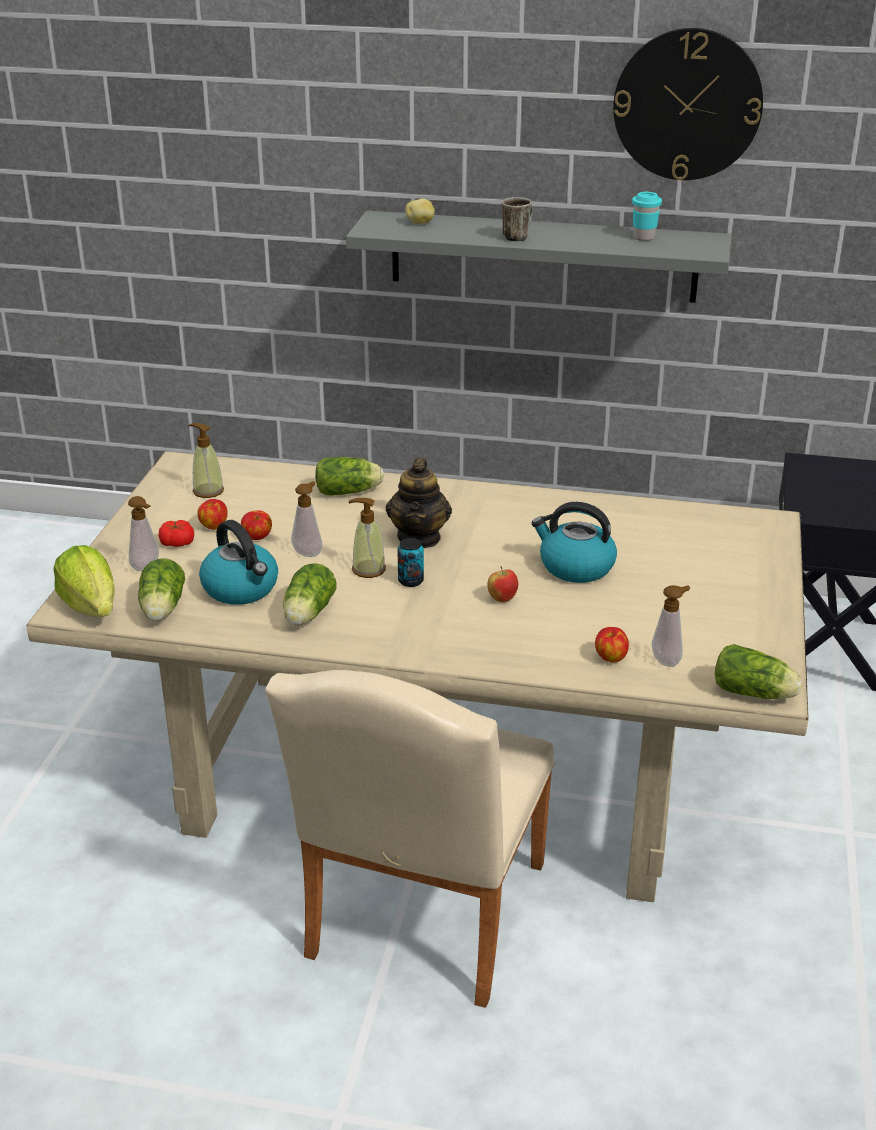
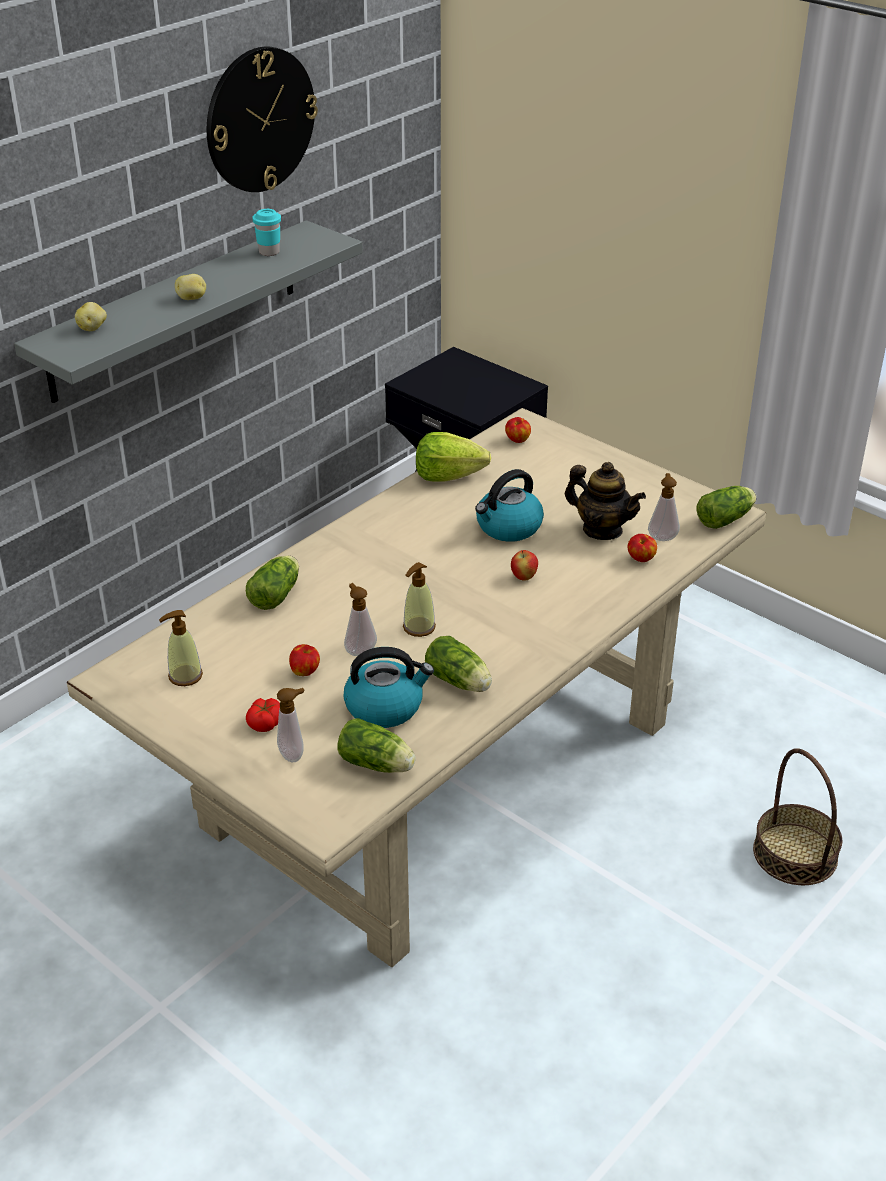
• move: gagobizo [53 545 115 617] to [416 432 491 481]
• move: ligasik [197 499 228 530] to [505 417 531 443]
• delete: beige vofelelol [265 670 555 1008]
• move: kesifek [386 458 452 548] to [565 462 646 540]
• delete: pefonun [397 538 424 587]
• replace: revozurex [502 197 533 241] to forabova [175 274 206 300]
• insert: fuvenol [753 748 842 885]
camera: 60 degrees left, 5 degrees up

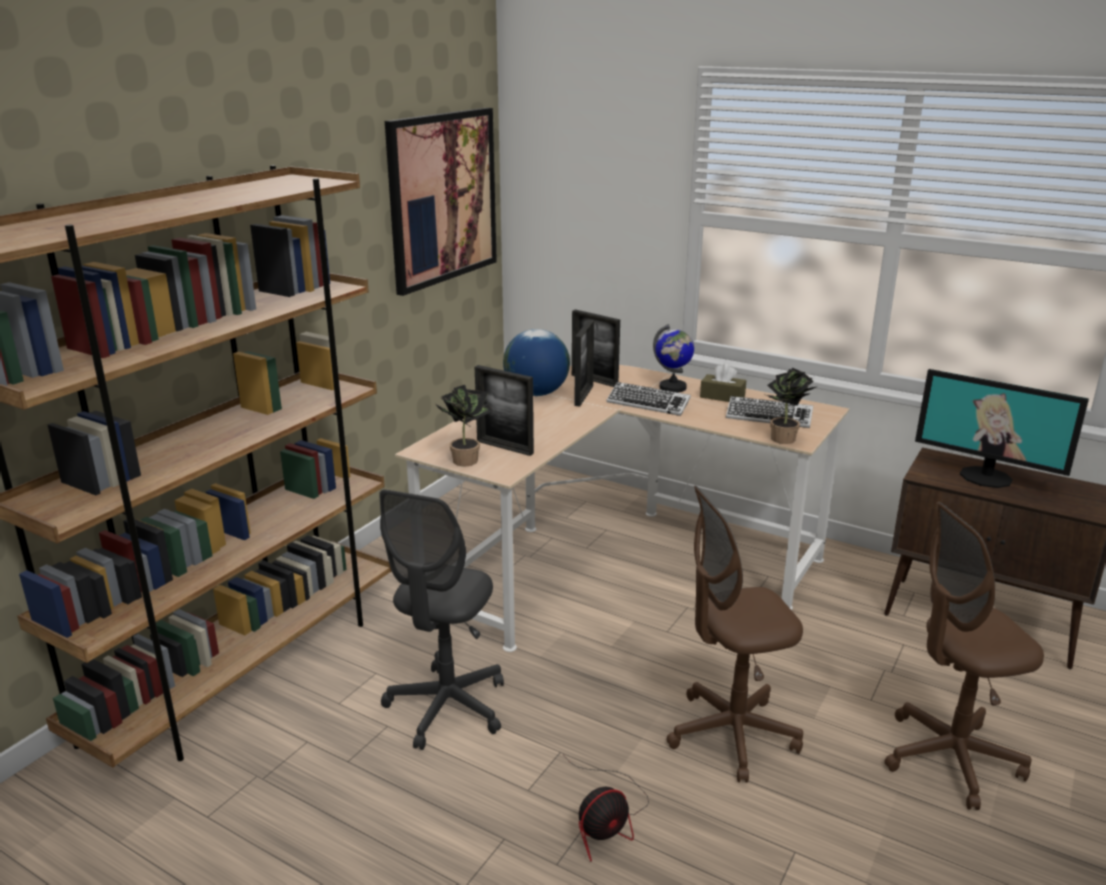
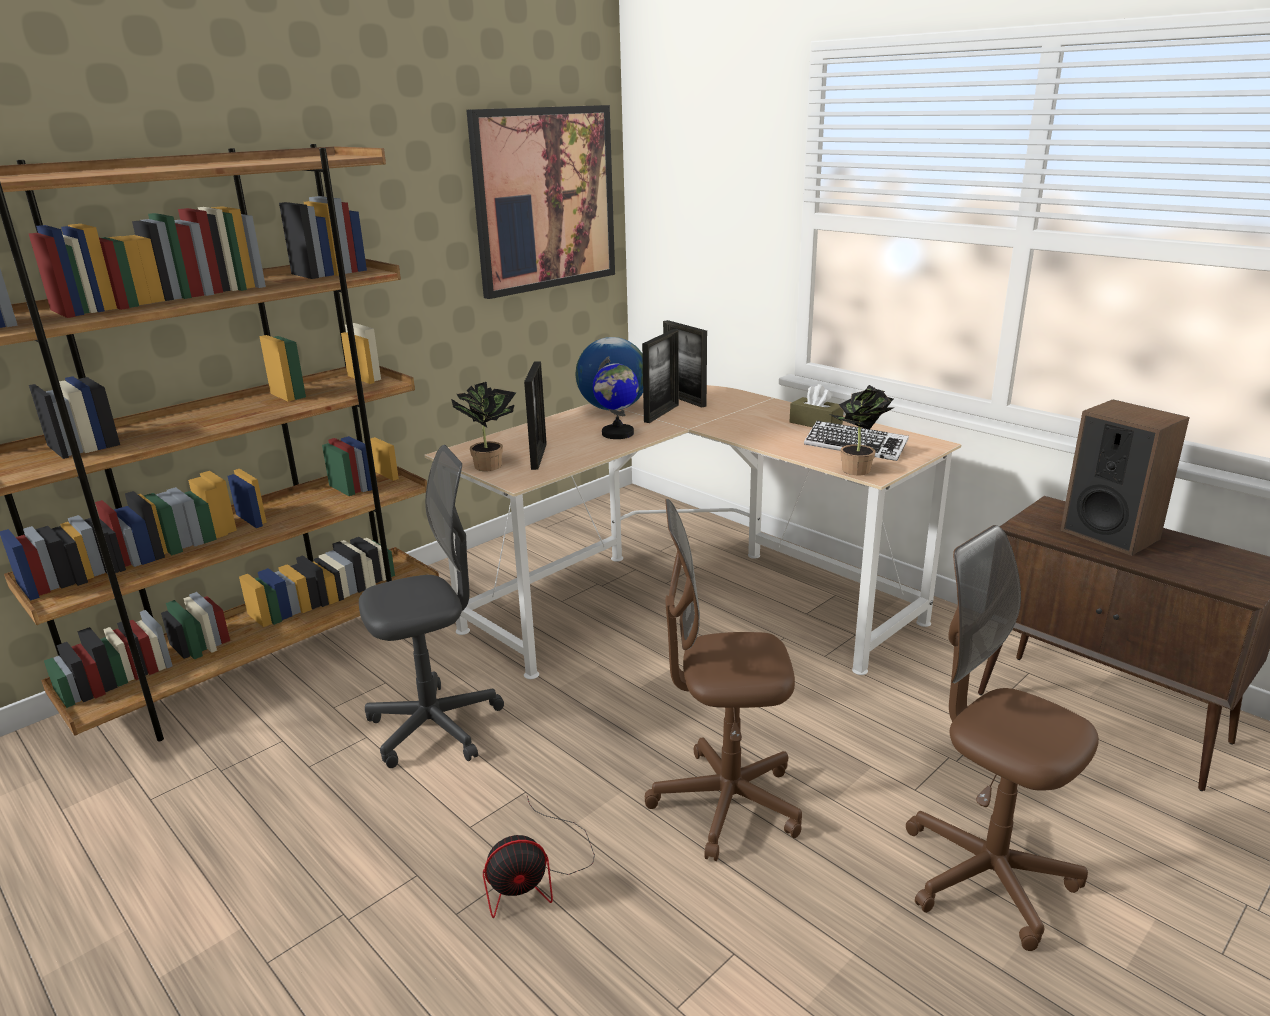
• rotate: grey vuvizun [379 489 504 750] = [359 445 504 768] 150 degrees counterclockwise
• rotate: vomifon [475 365 534 456] = [524 362 547 470] 135 degrees counterclockwise
• delete: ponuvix [607 382 691 416]
• move: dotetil [653 324 694 393] to [593 356 639 439]
• rotate: brown vuvizun [885 502 1044 810] = [906 525 1099 951] 45 degrees clockwise
• replace: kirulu [915 369 1089 488] to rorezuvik [1060 400 1190 556]
camera: 15 degrees right, 0 degrees up

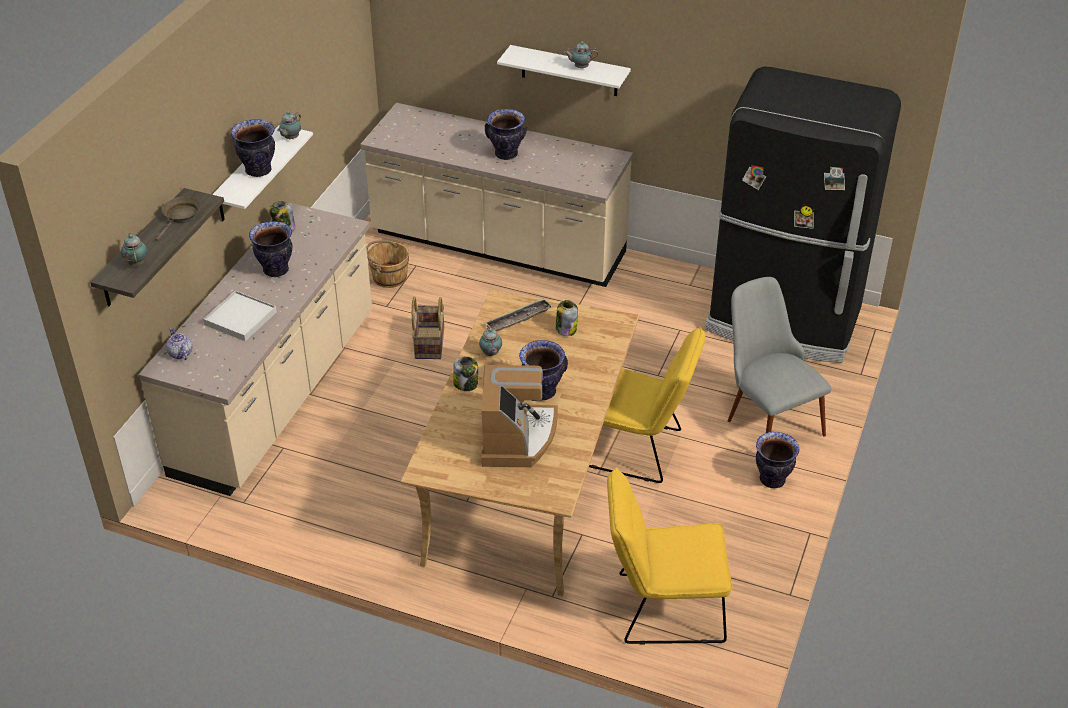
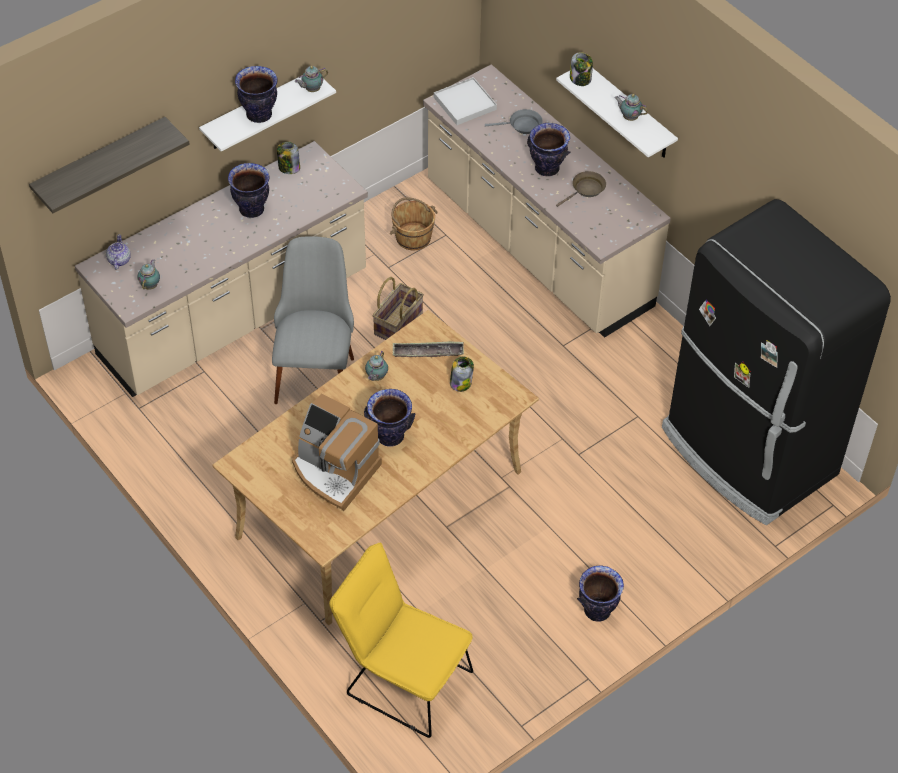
• move: kesifek [121 233 147 266] to [137 259 160 290]
• move: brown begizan [156 197 201 241] to [556 171 606 207]
• move: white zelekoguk [203 291 277 341] to [434 77 497 125]
• move: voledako [453 356 478 391] to [570 52 593 86]
• rotate: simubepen [481 365 558 467] = [292 393 382 511] 90 degrees clockwise
• delete: yellow vofelelol [589 326 706 483]
• move: grey vofelelol [728 277 831 437] to [272 236 354 404]
• insert: grey begizan [485 109 543 134]
camera: 30 degrees right, 10 degrees up

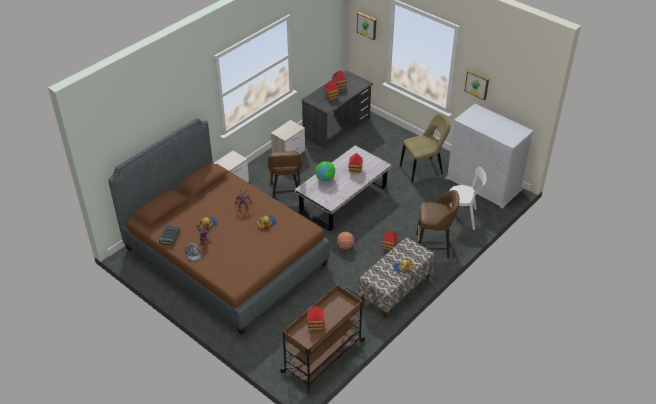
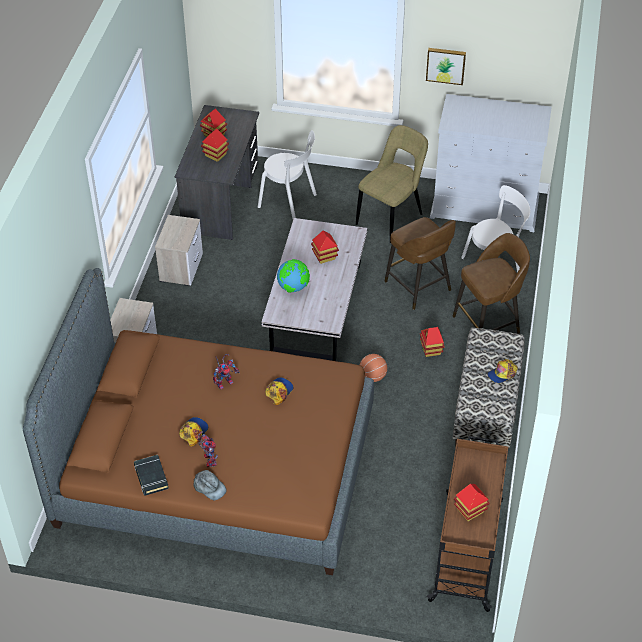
• move: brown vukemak [268 151 302 198] to [384 217 456 310]
• delete: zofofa [357 12 376 40]
• insert: white vofelelol [258 130 317 219]
camera: 30 degrees left, 5 degrees up

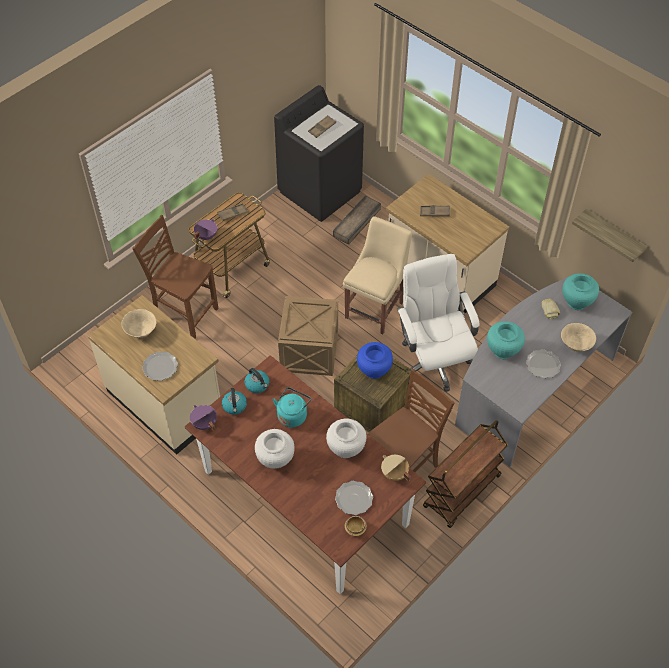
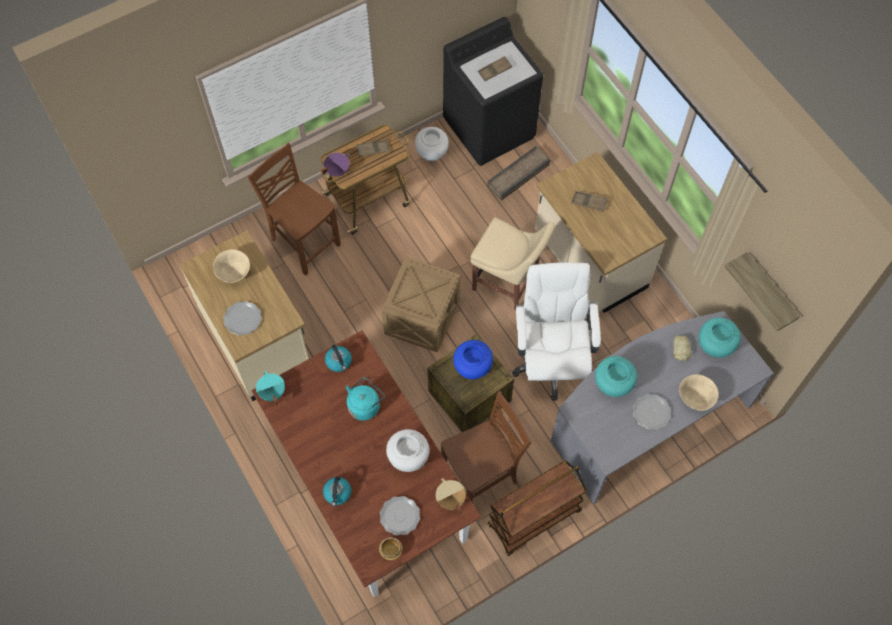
• recolor: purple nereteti [190 405 217 430] to turquoise nereteti [256 371 285 405]
• move: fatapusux [222 388 247 415] to [323 476 351 506]
• move: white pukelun [255 429 294 469] to [415 127 449 162]
• rotate: beige vofelelol [343 216 412 334] = [470 217 555 311] 75 degrees clockwise
camera: 15 degrees right, 10 degrees up

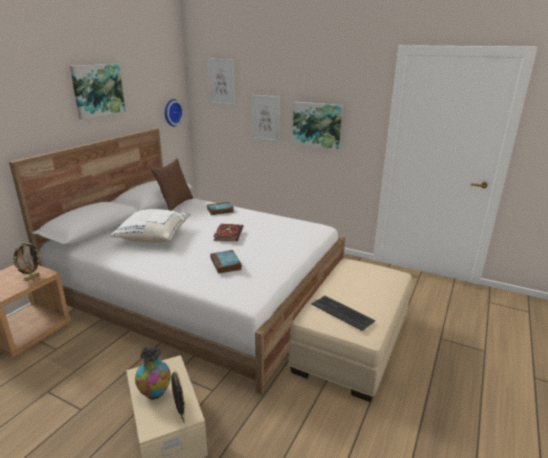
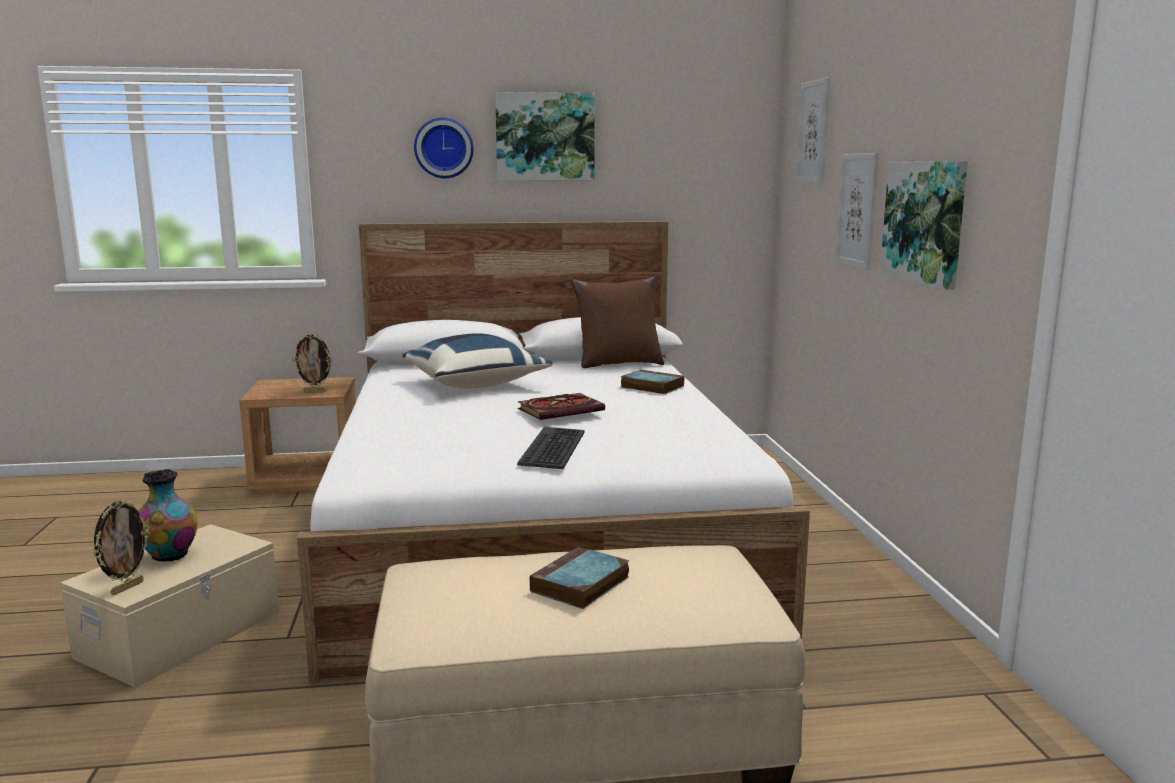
• recolor: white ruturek [110 209 190 242] to blue ruturek [402 334 553 388]
• move: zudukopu [164 99 184 127] to [414 118 474 178]
• move: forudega [210 250 242 274] to [530 547 629 609]
• move: ponuvix [311 296 375 331] to [517 427 585 469]
camera: 55 degrees right, 10 degrees down

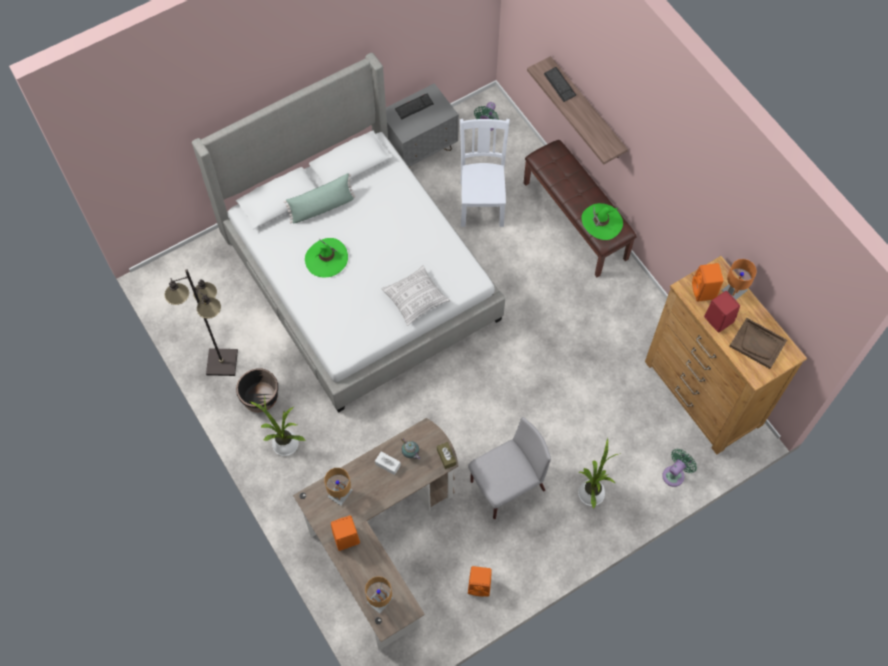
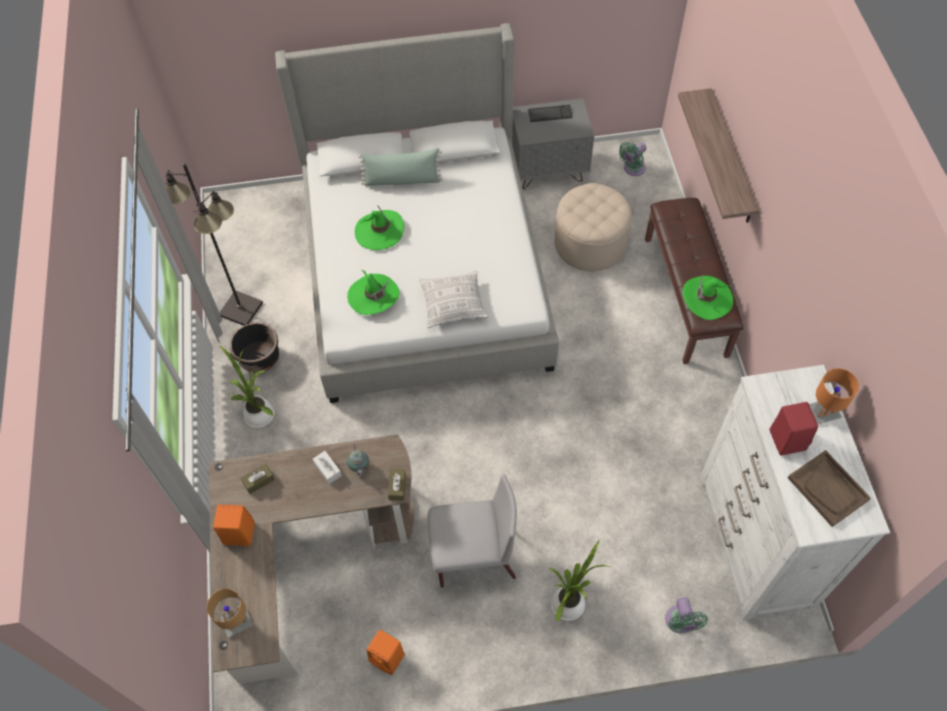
• replace: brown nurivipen [324 468 353 506] to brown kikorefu [241 464 275 494]
• replace: white vofelelol [460 119 510 227] to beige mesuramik [555 183 632 271]
• delete: ponuvix [544 67 576 102]
• recolor: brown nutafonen [645 256 807 455] to white nutafonen [700 365 890 620]
• rotate: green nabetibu [662 449 697 487] = [665 597 708 634] 105 degrees clockwise
• delete: orange rorezuvik [692 263 724 301]
• insert: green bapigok [347 269 400 315]
camera: 25 degrees right, 5 degrees down

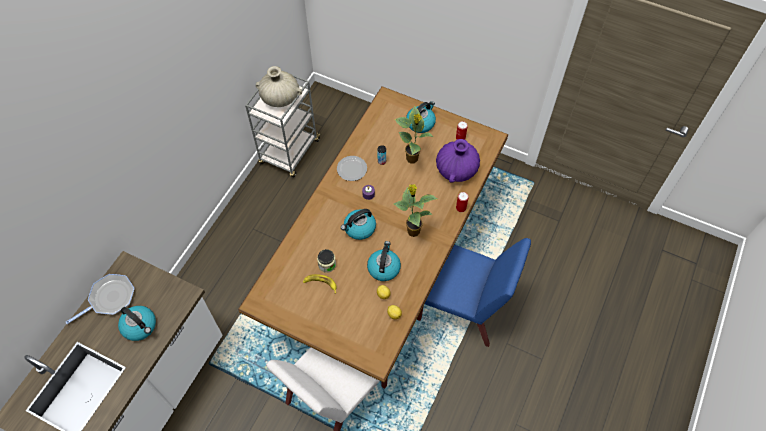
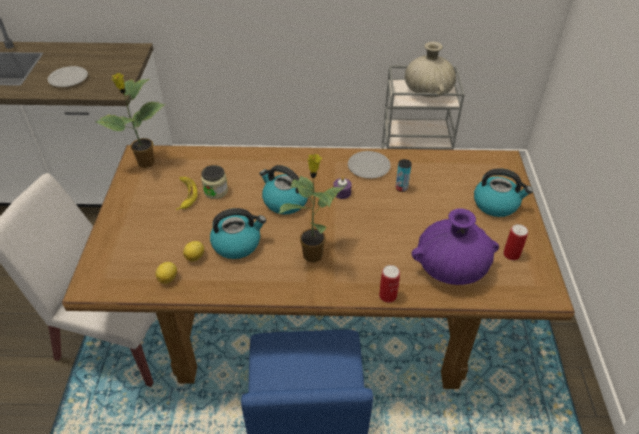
• delete: begizan [66 274 135 324]
• replace: fatapusux [118 306 156 341] to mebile [47 66 88 87]
• move: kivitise [394 106 433 163] to [96 73 165 168]
camera: 65 degrees right, 15 degrees down

